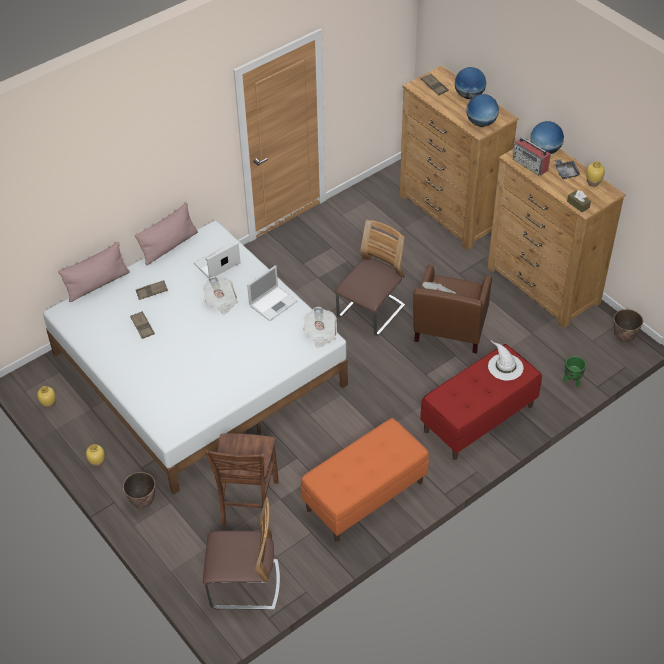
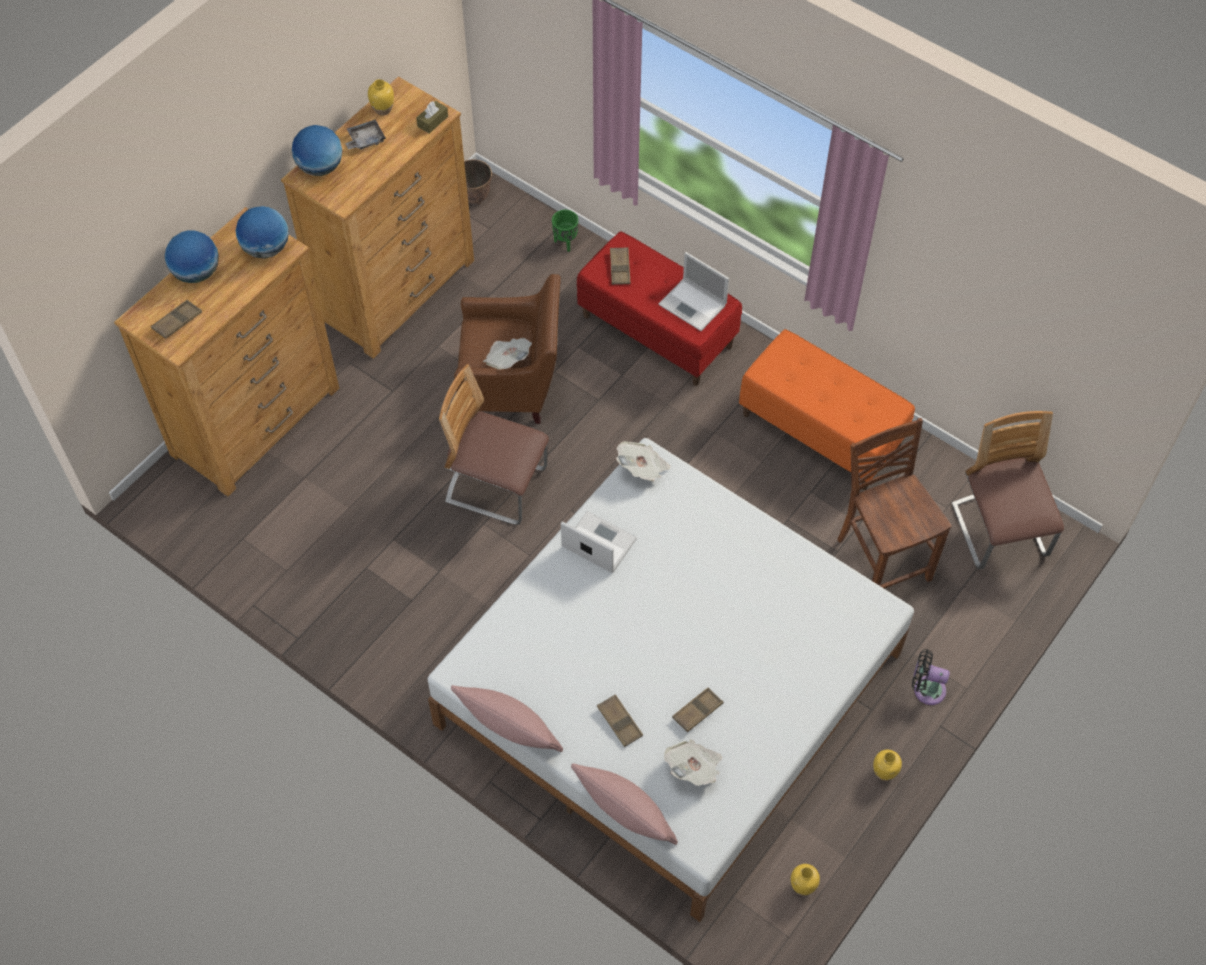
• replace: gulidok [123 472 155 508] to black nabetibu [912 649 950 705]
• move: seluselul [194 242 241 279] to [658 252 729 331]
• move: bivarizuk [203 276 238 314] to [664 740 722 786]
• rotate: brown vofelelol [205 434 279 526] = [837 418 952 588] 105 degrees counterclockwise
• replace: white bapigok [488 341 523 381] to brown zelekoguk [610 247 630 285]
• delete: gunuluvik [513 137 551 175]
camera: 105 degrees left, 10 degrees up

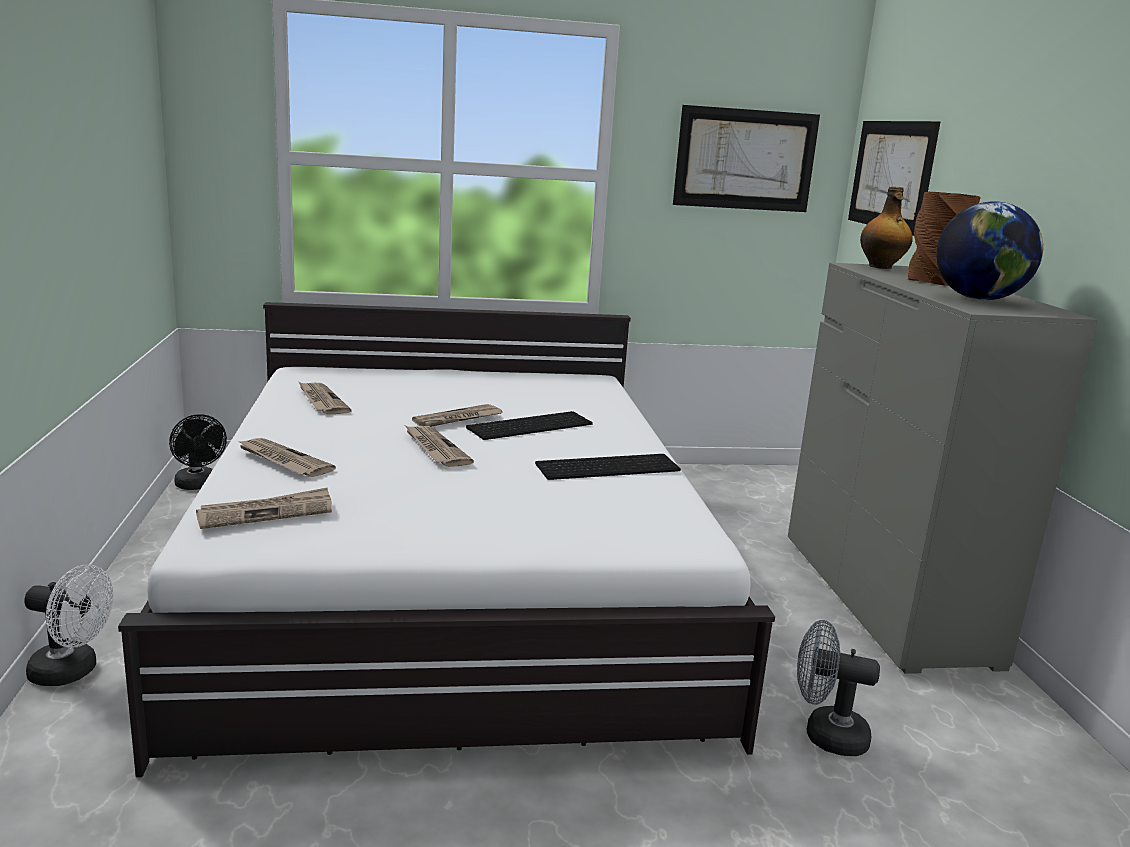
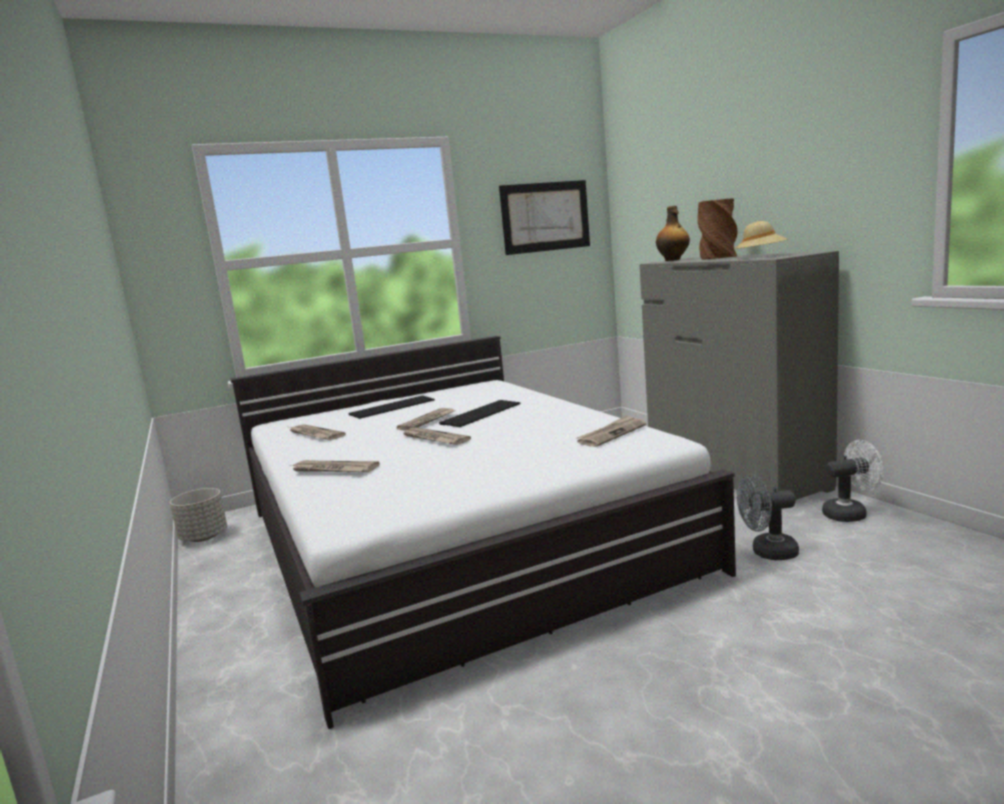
• move: white nabetibu [24 564 113 686] to [822 440 884 522]
• replace: black nabetibu [169 414 227 490] to grey gulidok [170 488 227 542]
• move: bivarizuk [196 487 332 529] to [576 415 646 447]
• move: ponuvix [535 454 681 480] to [349 395 435 419]
• delete: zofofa [848 121 940 236]
• replace: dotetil [936 201 1043 300] to beige bapigok [735 221 788 259]
camera: 15 degrees left, 5 degrees down

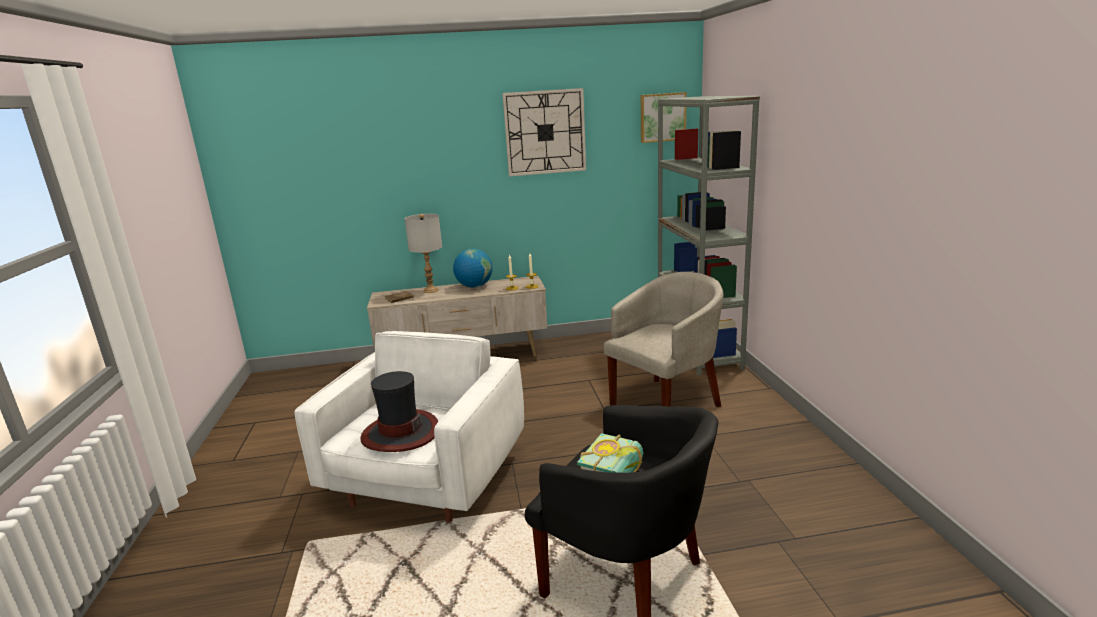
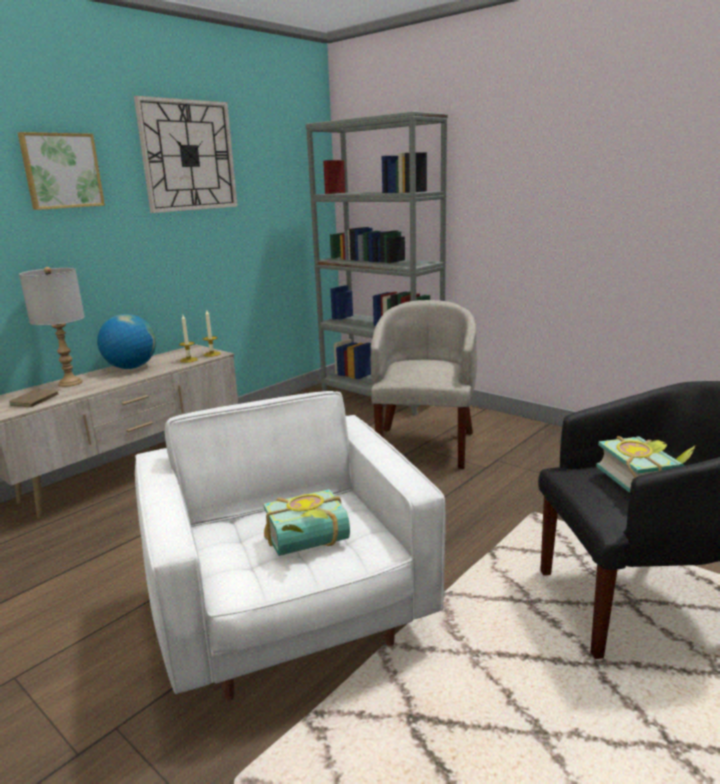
• replace: bapigok [360 371 438 452] to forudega [263 489 350 556]
• move: zofofa [641 92 687 143] to [18 132 105 210]
camera: 40 degrees left, 0 degrees up

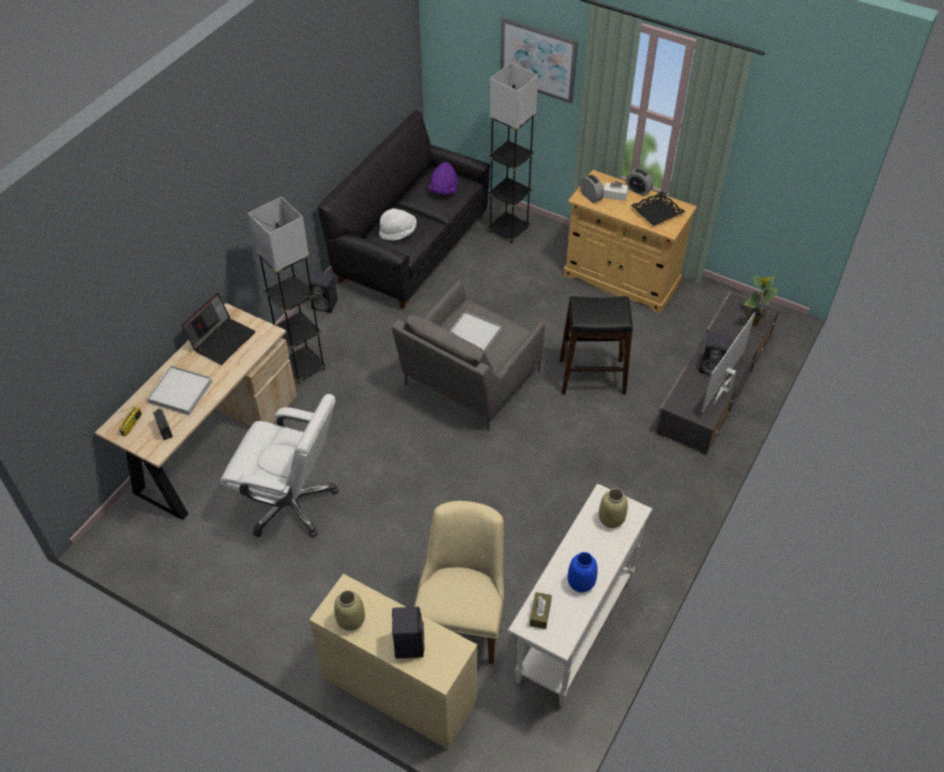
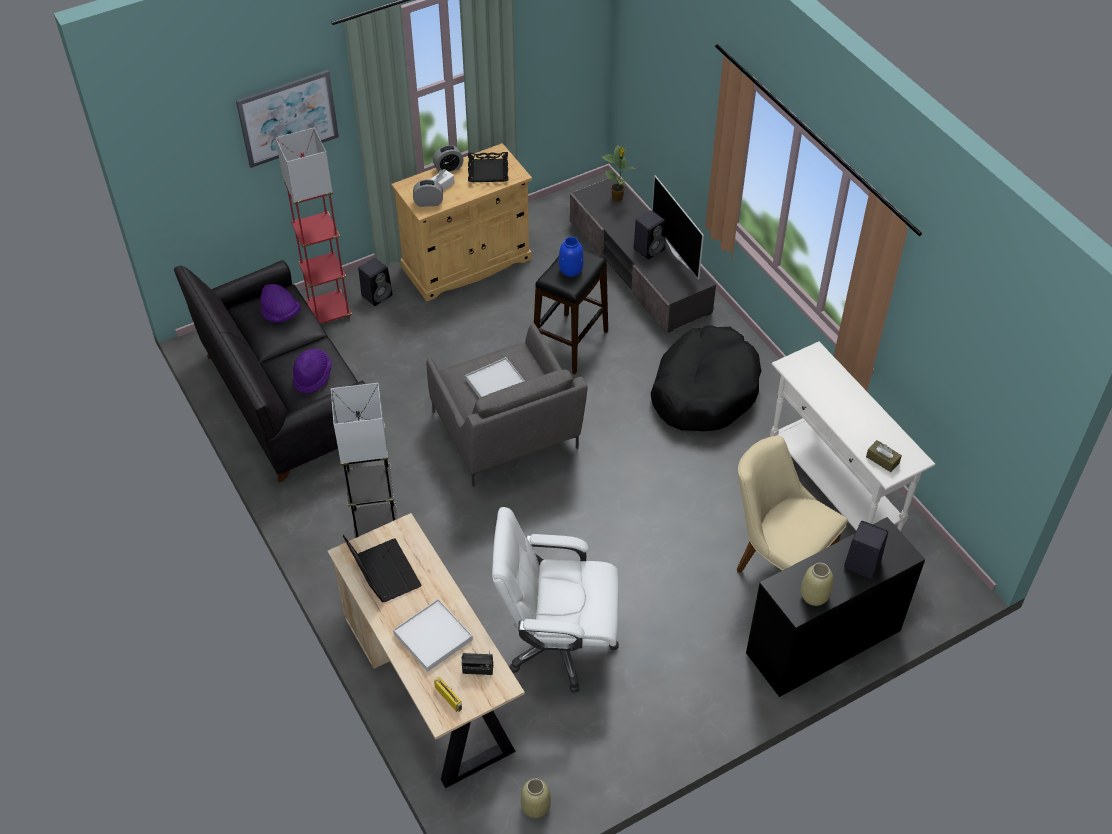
• rotate: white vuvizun [220 394 339 538] = [492 507 619 693] 135 degrees counterclockwise
• move: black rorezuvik [309 271 338 313] to [358 258 392 306]
• recolor: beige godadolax [309 574 477 749] to black godadolax [746 517 925 697]
• recolor: white bapigok [379 208 417 241] to purple bapigok [293 349 332 394]
• recolor: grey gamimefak [488 63 538 243] to red gamimefak [275 128 352 324]
• move: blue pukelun [568 552 598 593] to [559 237 584 277]
• move: beige pukelun [599 488 628 528] to [521 778 551 818]
• insert: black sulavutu [651 325 761 432]
camera: 60 degrees left, 0 degrees up

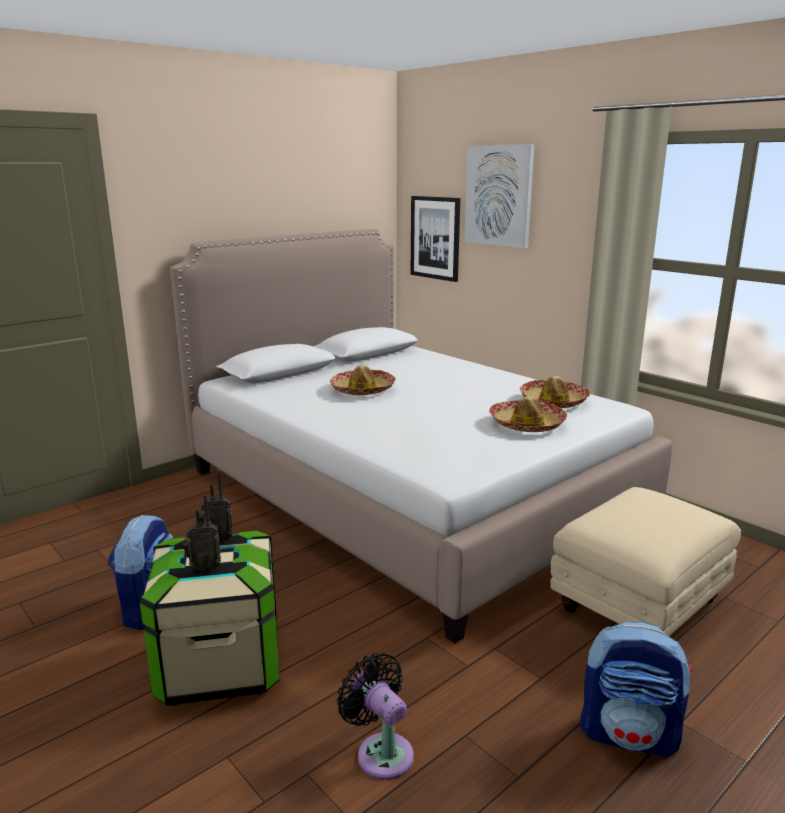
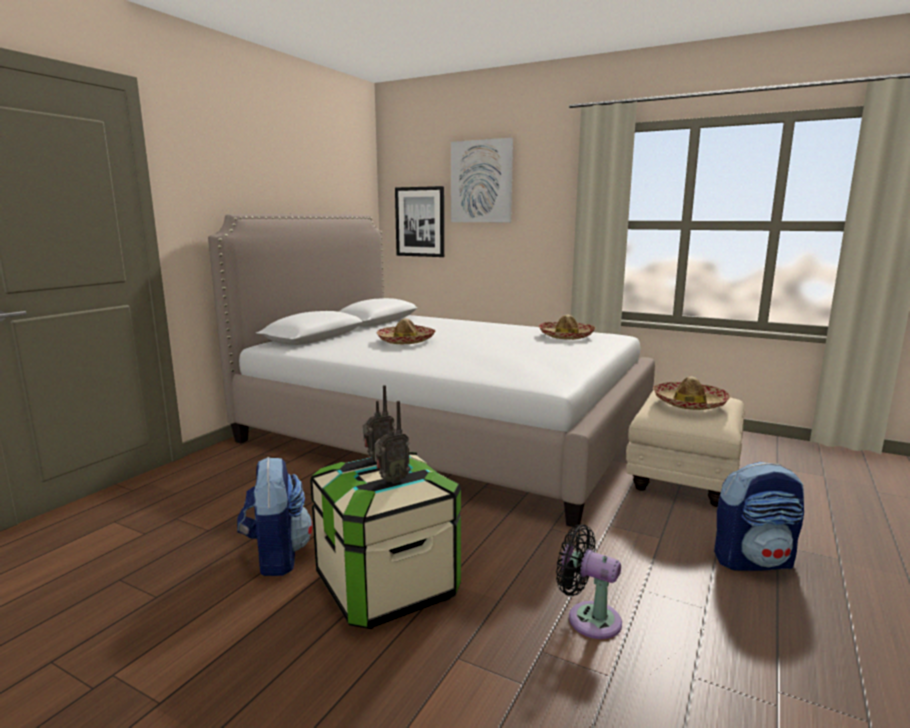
• move: bapigok [489 396 567 432] to [653 376 730 410]
camera: 20 degrees left, 5 degrees down

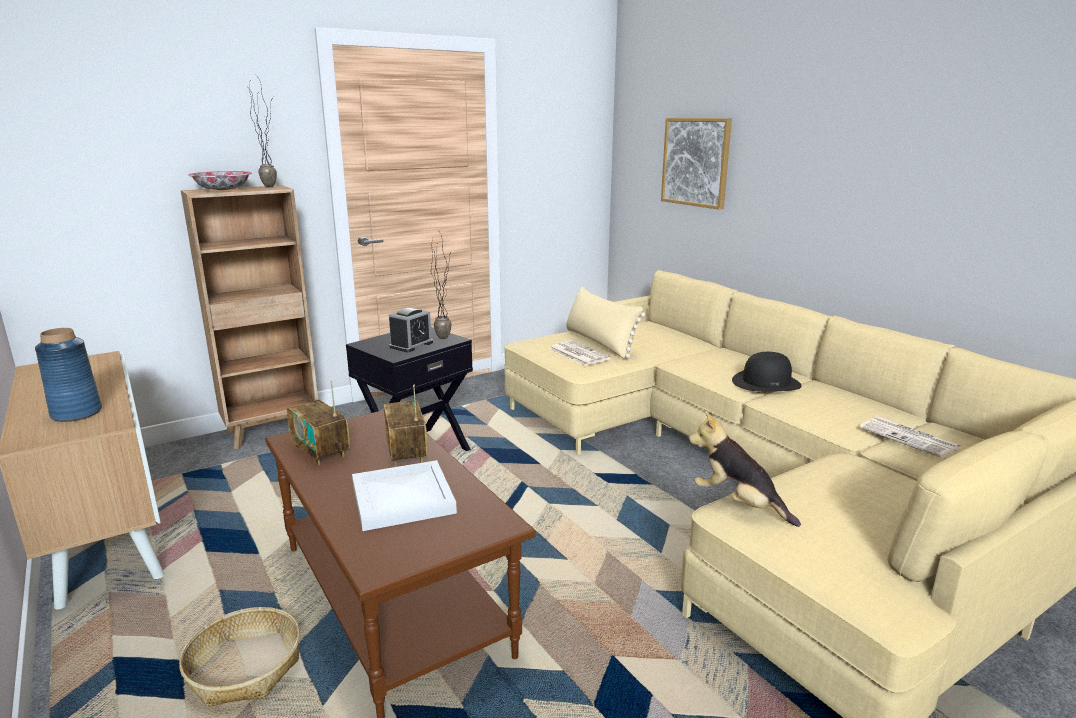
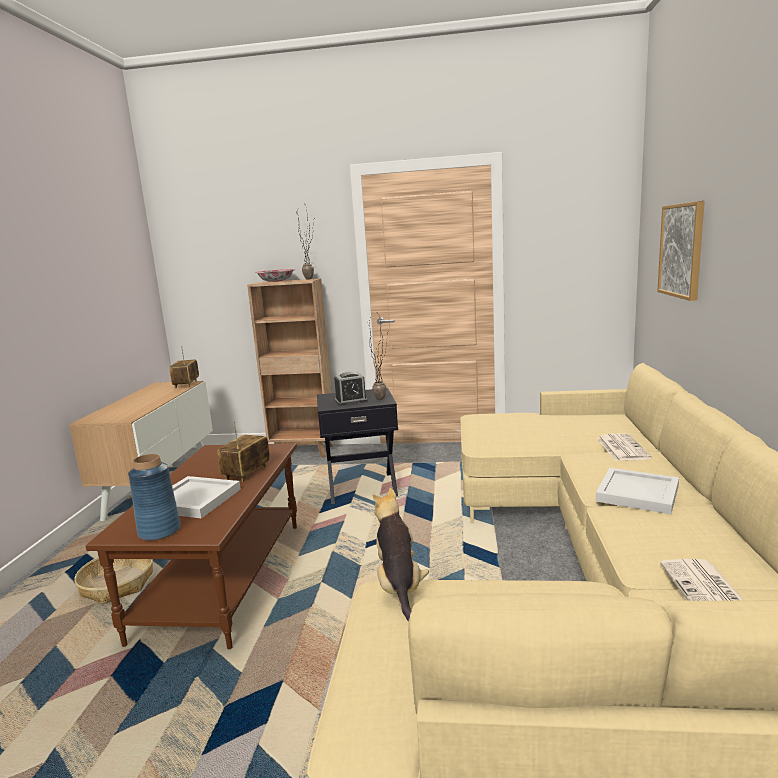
• move: blue pukelun [35 328 102 422] to [128 454 181 541]
• move: gunuluvik [287 381 350 466] to [169 346 199 389]
• move: bivarizuk [549 340 611 366] to [597 433 652 461]
• delete: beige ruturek [566 287 646 359]
• replace: black bapigok [732 352 802 392] to white zelekoguk [596 468 679 514]
camera: 40 degrees right, 5 degrees down

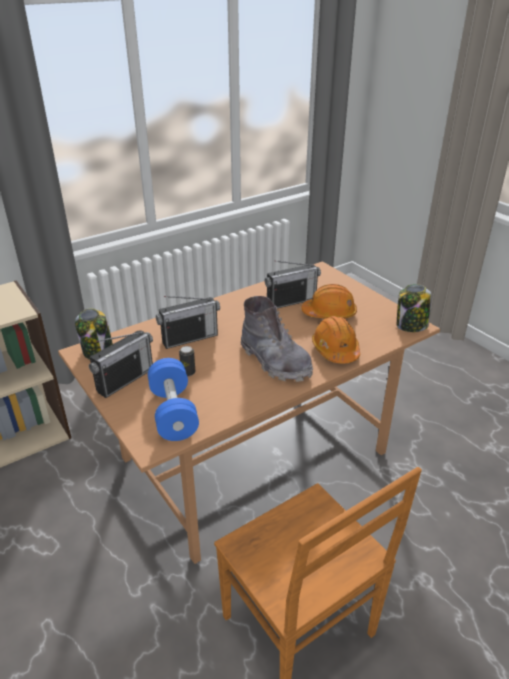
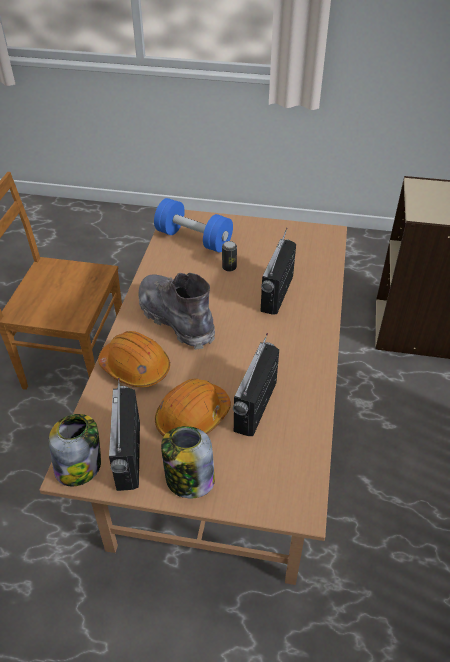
• move: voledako [75 308 113 360] to [161 426 215 499]
• move: gunuluvik [89 330 153 398] to [109 378 140 491]
• rotate: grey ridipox [241 296 313 382] = [138 273 215 350] 45 degrees clockwise
camera: 135 degrees right, 10 degrees up

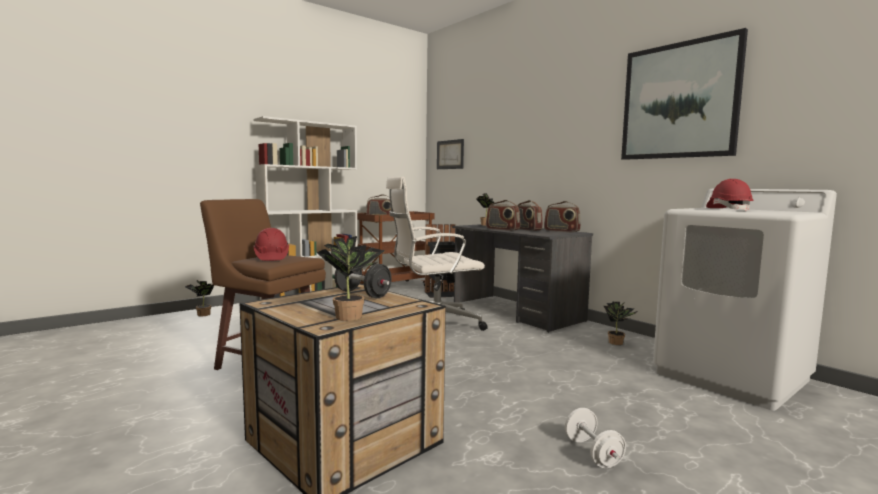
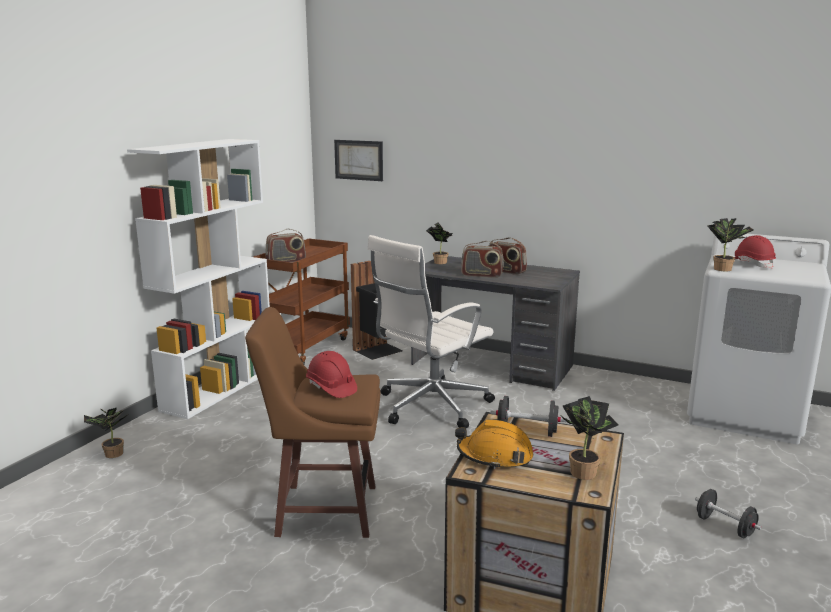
• delete: gunuluvik [544 201 581 232]
• recolor: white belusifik [565 408 626 468] to black belusifik [695 489 761 538]
• move: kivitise [604 302 638 345] to [707 218 754 271]
• delete: zofofa [621 28 748 160]
• insert: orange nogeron [455 419 533 469]
camera: 25 degrees left, 10 degrees up

